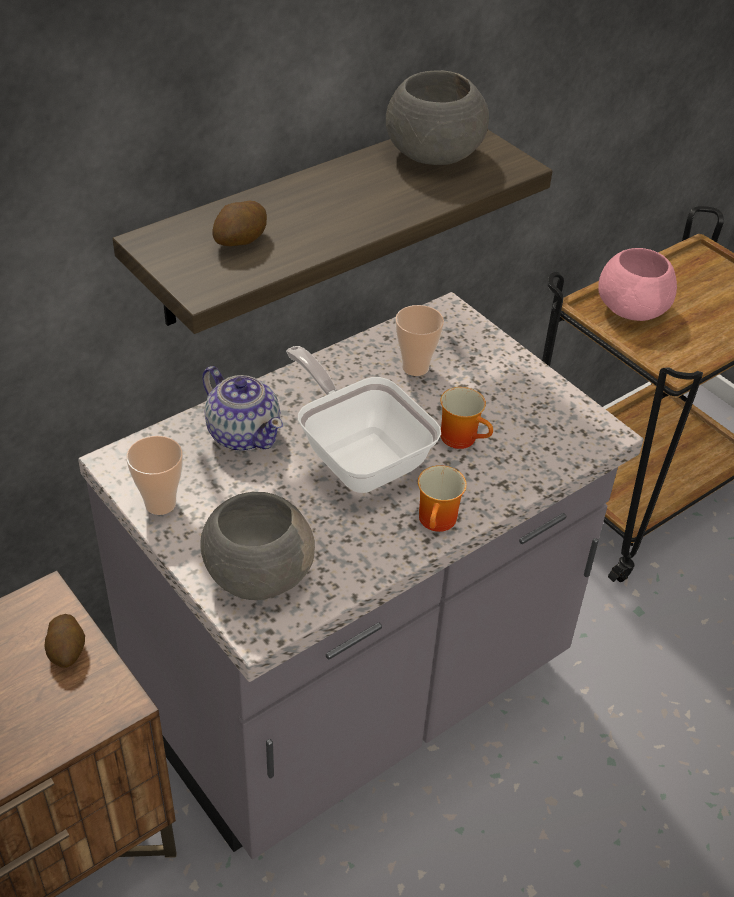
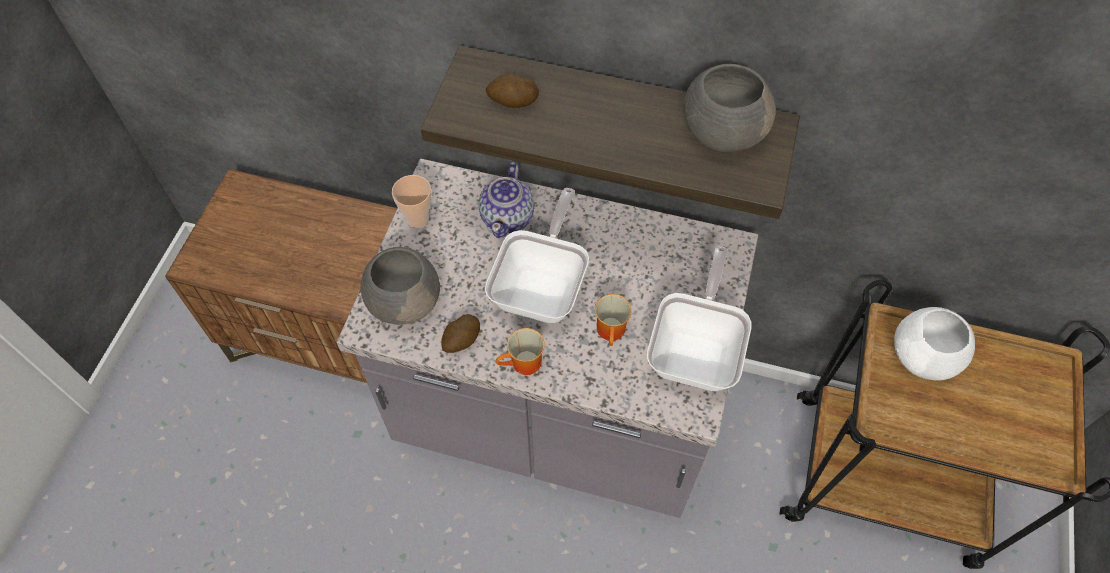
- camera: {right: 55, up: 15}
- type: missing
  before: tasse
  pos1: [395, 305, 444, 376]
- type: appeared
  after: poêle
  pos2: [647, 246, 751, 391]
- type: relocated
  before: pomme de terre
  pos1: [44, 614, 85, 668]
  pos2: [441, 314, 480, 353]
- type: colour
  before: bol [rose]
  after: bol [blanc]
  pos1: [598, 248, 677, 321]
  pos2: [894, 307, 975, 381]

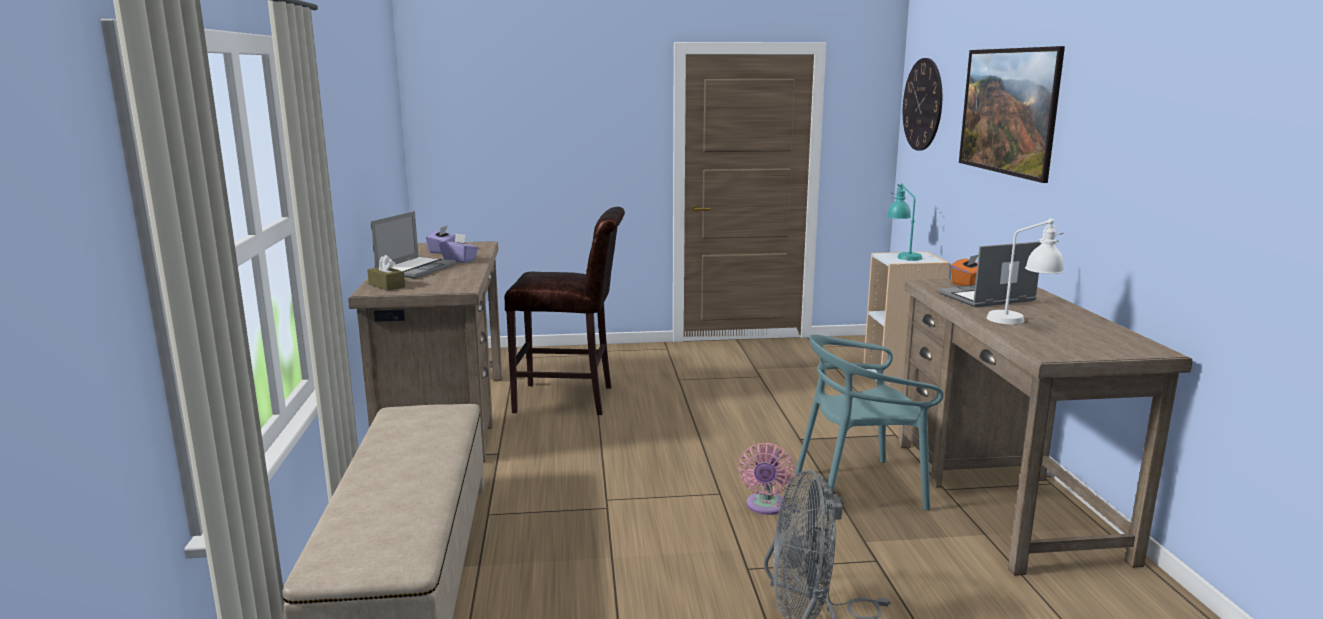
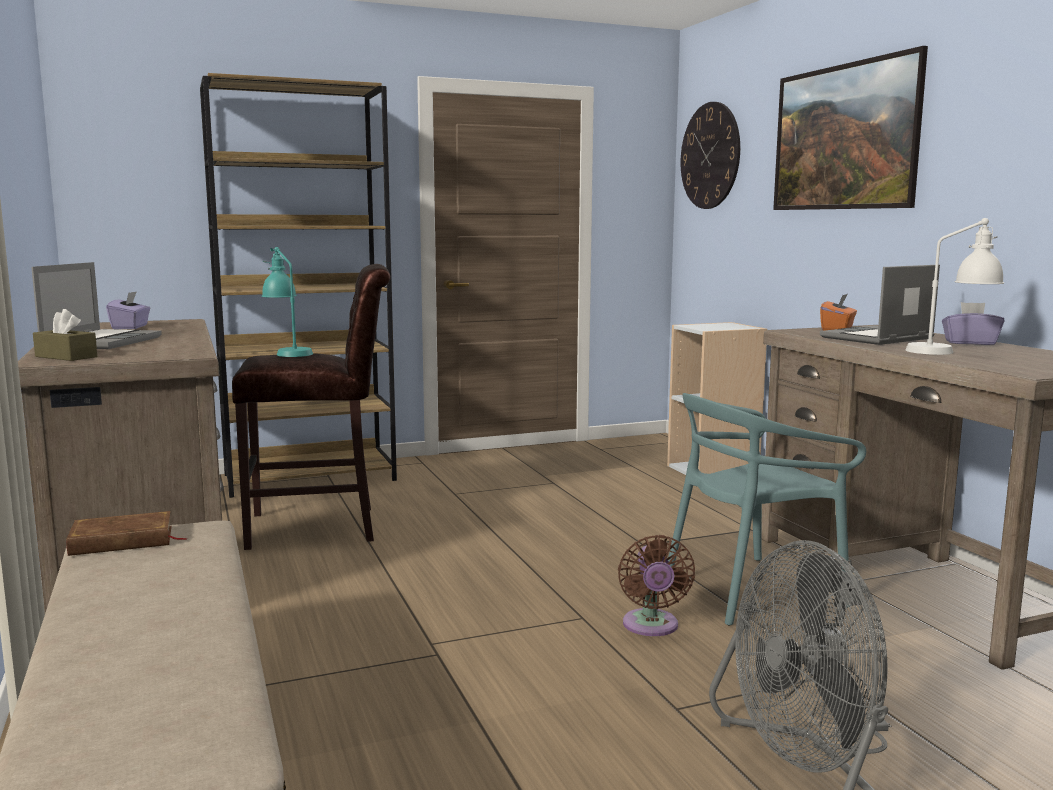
- camera: {right: -15, up: -5}
- type: appeared
  after: livre [marron]
  pos2: [66, 511, 187, 556]
- type: appeared
  after: bibliothèque [marron]
  pos2: [200, 73, 397, 498]
- type: relocated
  before: boîte à mouchoirs [violet]
  pos1: [439, 233, 478, 263]
  pos2: [942, 302, 1004, 345]
- type: relocated
  before: lampe de table [turquoise]
  pos1: [887, 183, 922, 261]
  pos2: [262, 247, 313, 357]
- type: colour
  before: ventilateur [rose]
  after: ventilateur [marron]
  pos1: [738, 443, 795, 515]
  pos2: [618, 535, 695, 636]

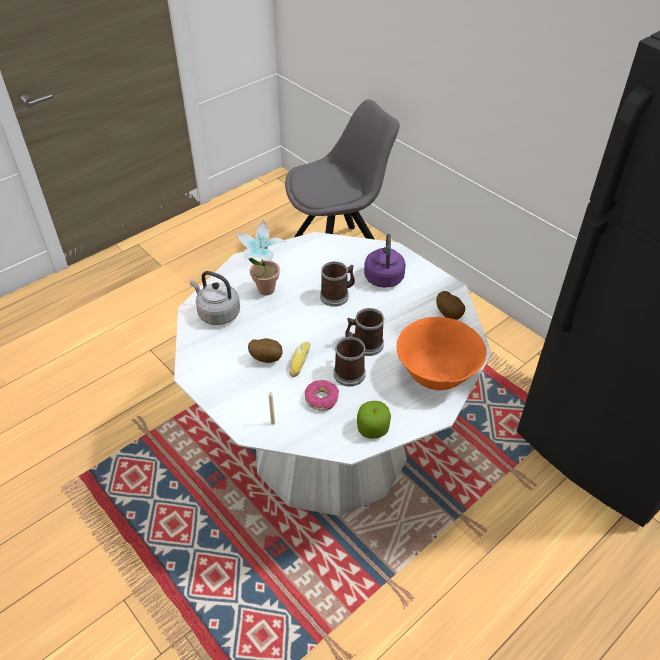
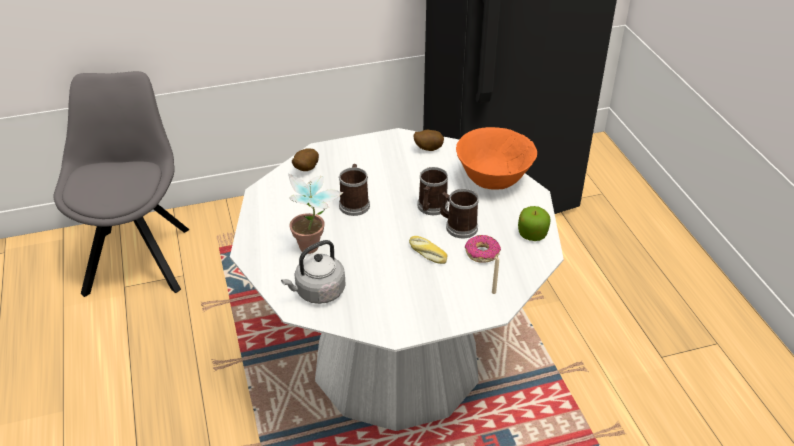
- camera: {right: -65, up: -5}
- type: missing
  before: bouilloire [violet]
  pos1: [364, 234, 406, 288]
- type: relocated
  before: pomme de terre
  pos1: [248, 338, 282, 363]
  pos2: [292, 148, 319, 171]

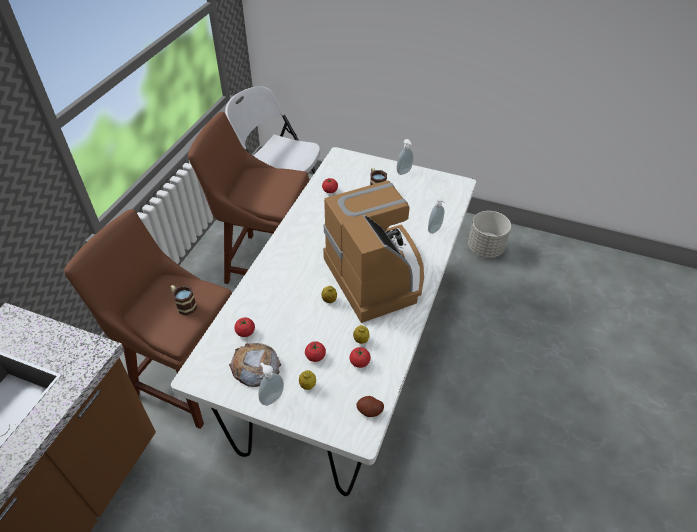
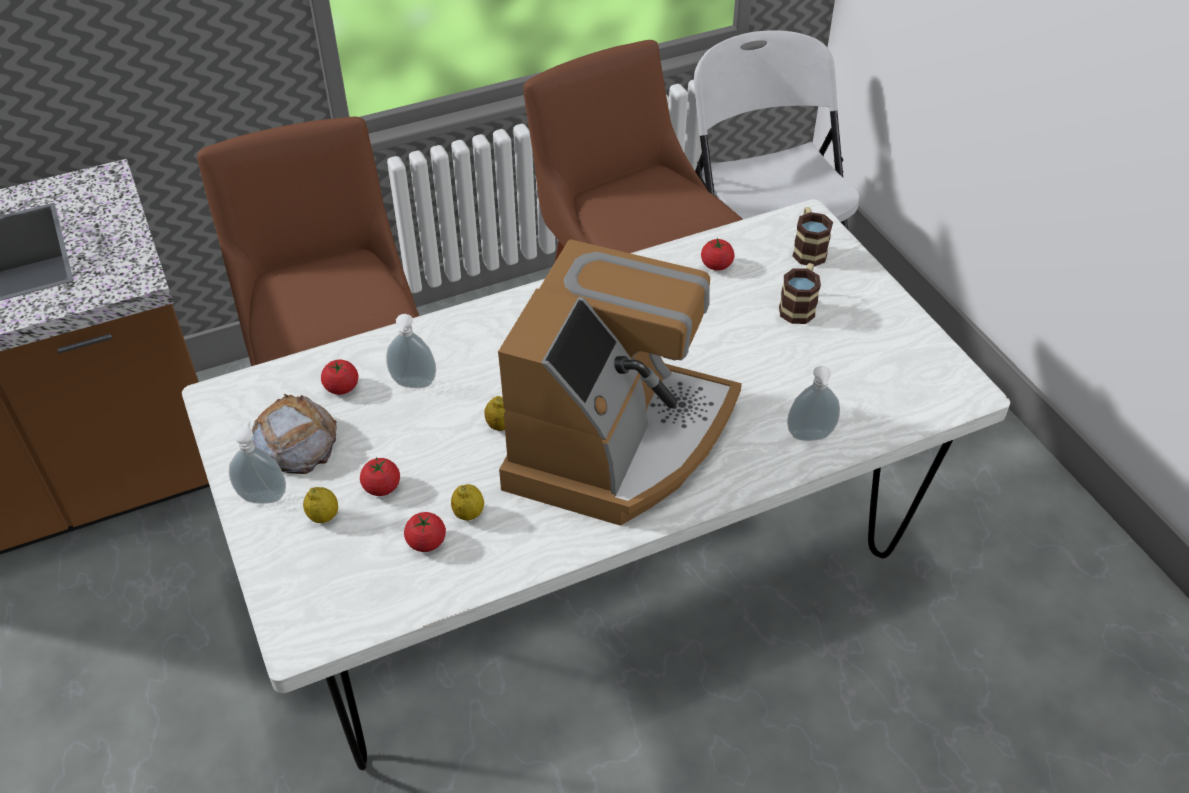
- camera: {right: 45, up: 0}
- type: missing
  before: pomme de terre
  pos1: [356, 396, 384, 417]
- type: missing
  before: cache-pot [gris]
  pos1: [468, 211, 511, 258]
- type: relocated
  before: mug
  pos1: [170, 285, 197, 316]
  pos2: [792, 207, 833, 266]
- type: relocated
  before: distributeur de savon
  pos1: [397, 139, 413, 175]
  pos2: [386, 314, 436, 388]

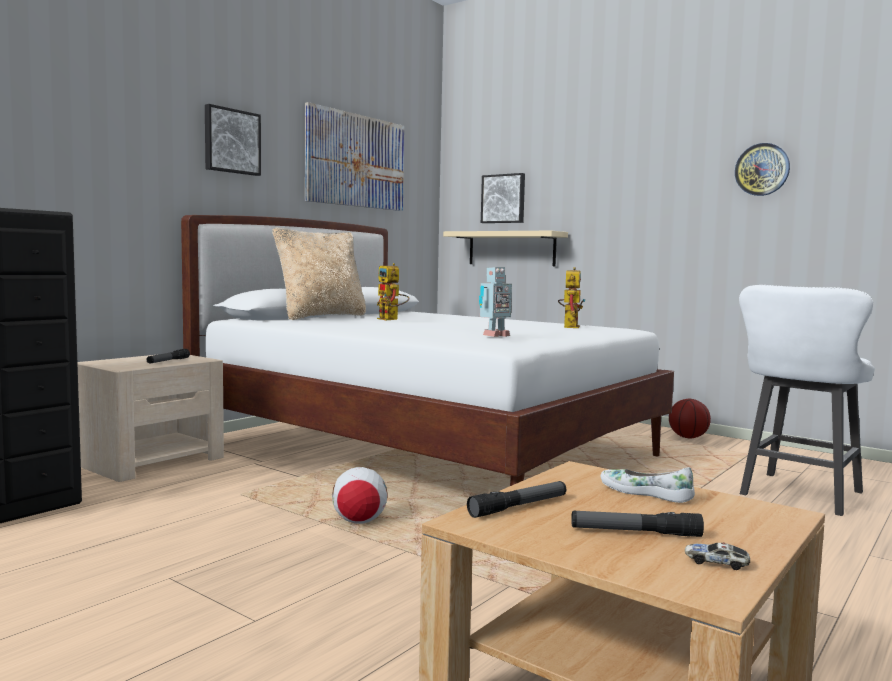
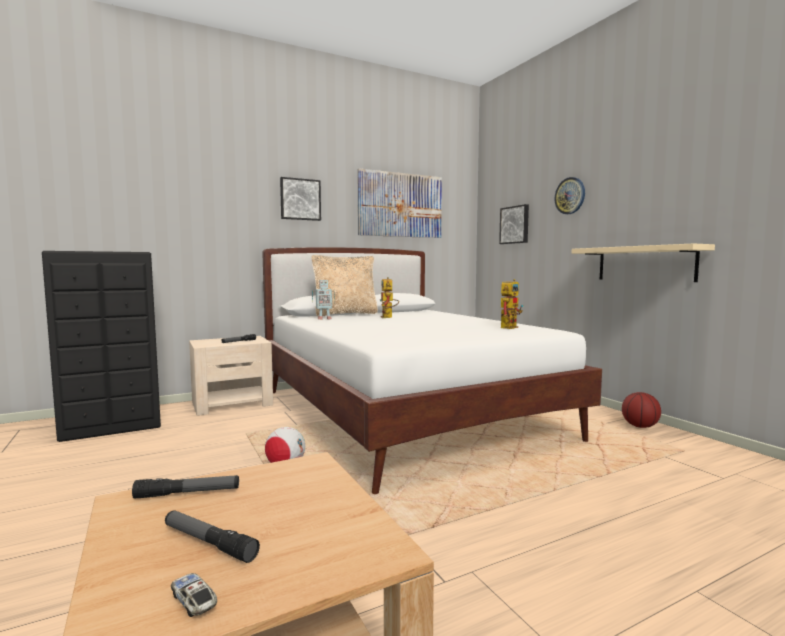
- camera: {right: 25, up: 0}
- type: missing
  before: chaussure [blanc]
  pos1: [601, 467, 695, 503]
- type: missing
  before: tabouret [blanc]
  pos1: [739, 285, 875, 516]
- type: relocated
  before: étagère [beige]
  pos1: [443, 231, 568, 266]
  pos2: [572, 244, 715, 282]
- type: relocated
  before: robot jouet
  pos1: [479, 267, 512, 337]
  pos2: [312, 280, 335, 320]
- type: relocated
  before: horloge murale
  pos1: [735, 143, 790, 196]
  pos2: [554, 177, 585, 214]

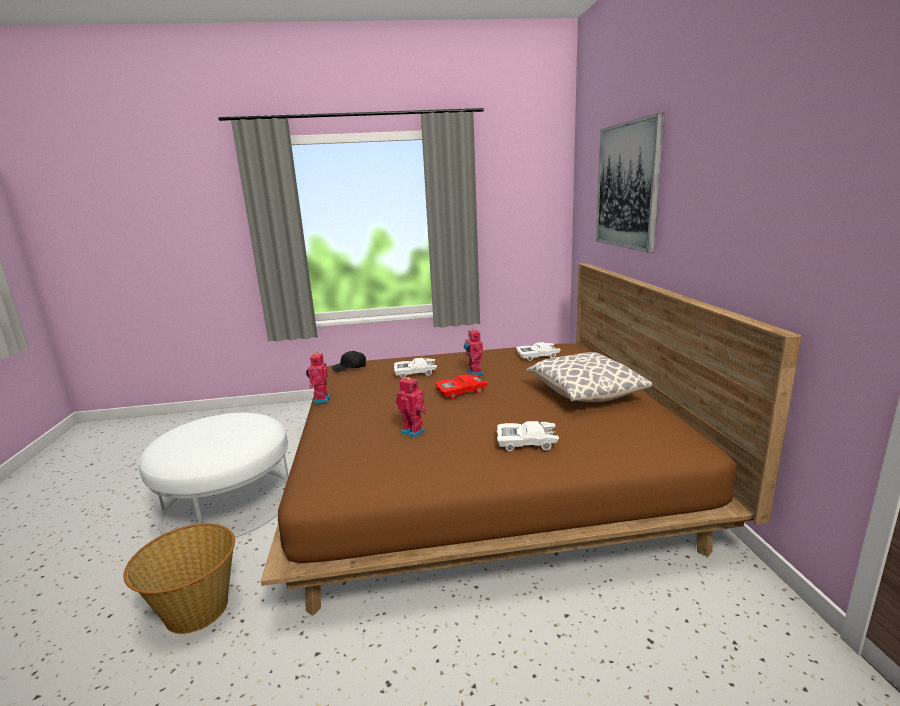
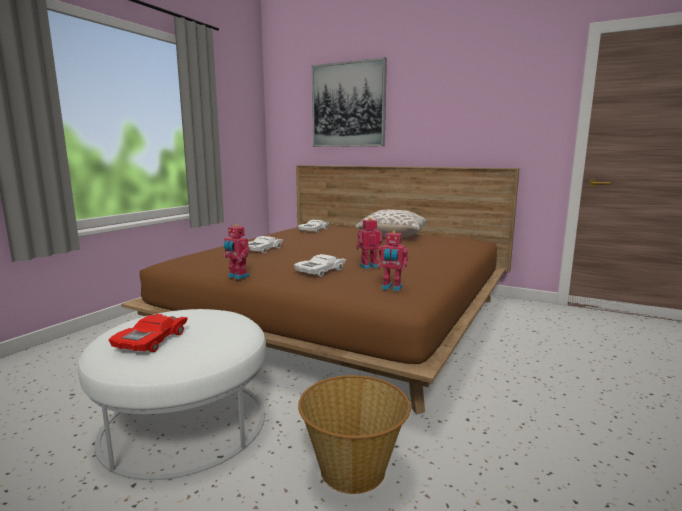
- camera: {right: -55, up: -5}
- type: missing
  before: casquette [noir]
  pos1: [332, 351, 366, 372]
- type: relocated
  before: petite voiture [rouge]
  pos1: [435, 374, 488, 399]
  pos2: [108, 314, 188, 352]
- type: relocated
  before: robot jouet
  pos1: [464, 328, 484, 375]
  pos2: [378, 230, 408, 291]
- type: relocated
  before: petite voiture [blanc]
  pos1: [497, 421, 559, 451]
  pos2: [294, 254, 347, 277]

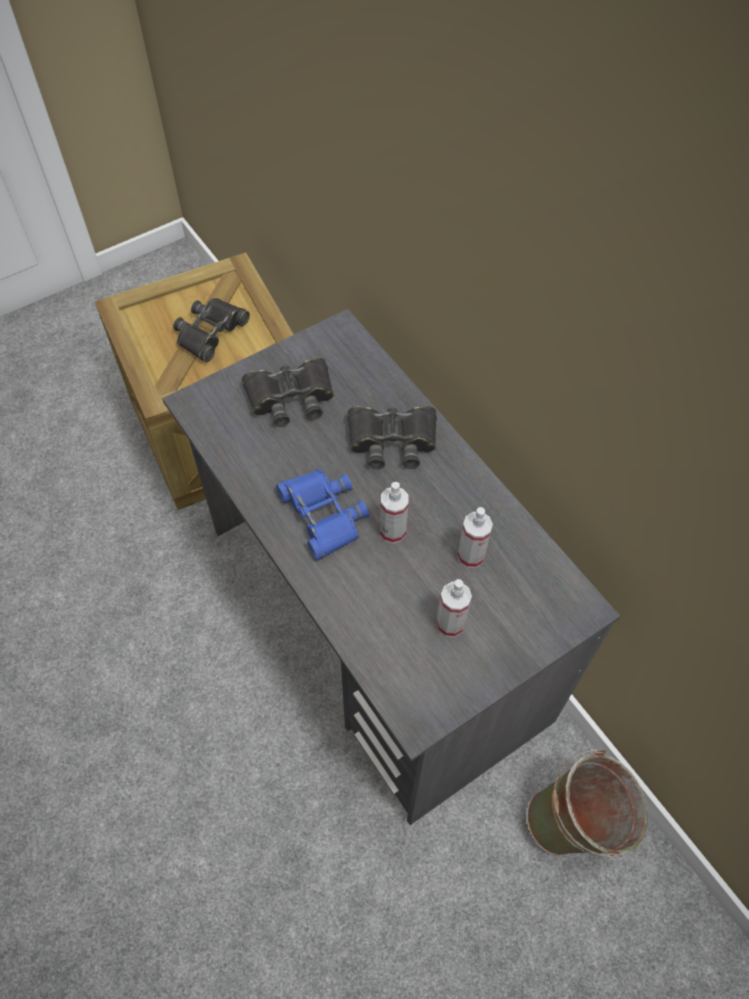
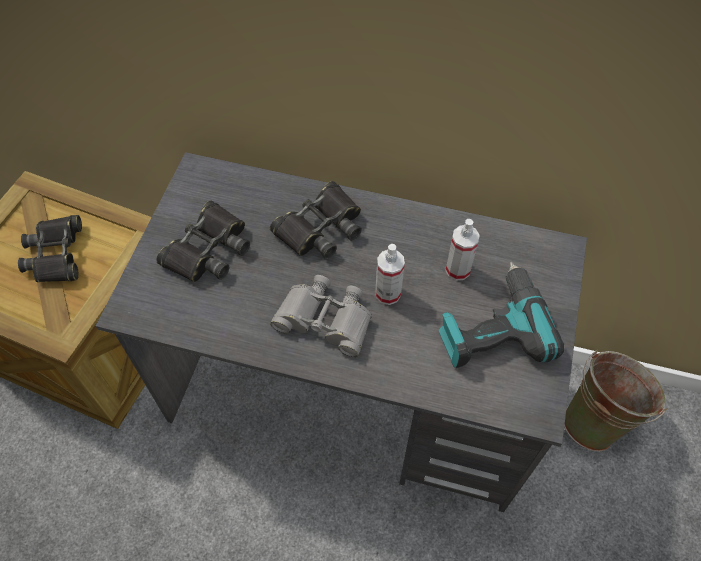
- camera: {right: -40, up: 0}
- type: exchanged
  before: vaporisateur
  after: perceuse
  pos1: [436, 579, 472, 637]
  pos2: [438, 262, 564, 368]
- type: colour
  before: jumelles [bleu]
  after: jumelles [gris]
  pos1: [276, 469, 369, 560]
  pos2: [270, 275, 372, 357]

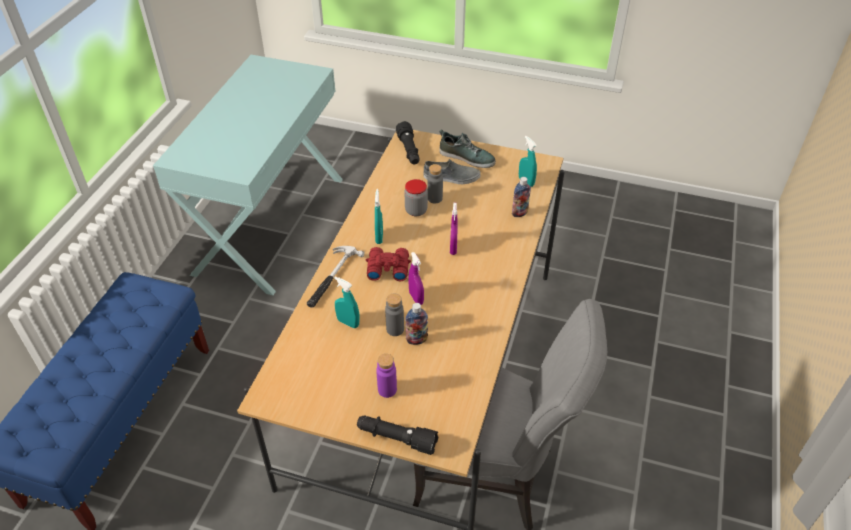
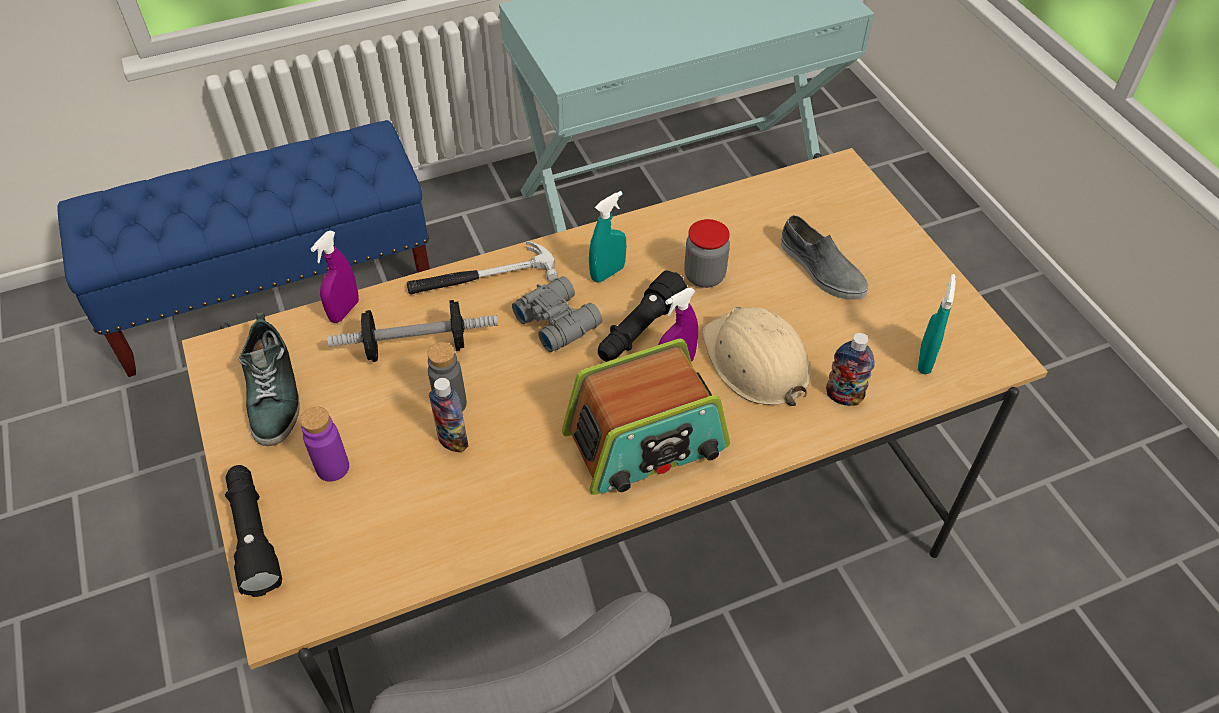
- camera: {right: 50, up: 5}
- type: missing
  before: bouteille [gris]
  pos1: [427, 164, 443, 203]
- type: appeared
  after: radio
  pos2: [562, 339, 730, 495]
- type: appeared
  after: casque de chantier [beige]
  pos2: [702, 307, 811, 406]
- type: relocated
  before: lampe de poche [noir]
  pos1: [396, 121, 420, 164]
  pos2: [598, 270, 688, 362]
- type: relocated
  before: vaporisateur [violet]
  pos1: [408, 252, 424, 305]
  pos2: [311, 230, 359, 323]
- type: relocated
  before: chaussure
  pos1: [439, 130, 496, 168]
  pos2: [238, 312, 300, 446]
- type: exchanged
  before: vaporisateur [turquoise]
  after: haltère
  pos1: [334, 276, 360, 328]
  pos2: [327, 300, 498, 362]
- type: colour
  before: jumelles [rouge]
  after: jumelles [gris]
  pos1: [366, 247, 411, 281]
  pos2: [512, 276, 602, 352]

